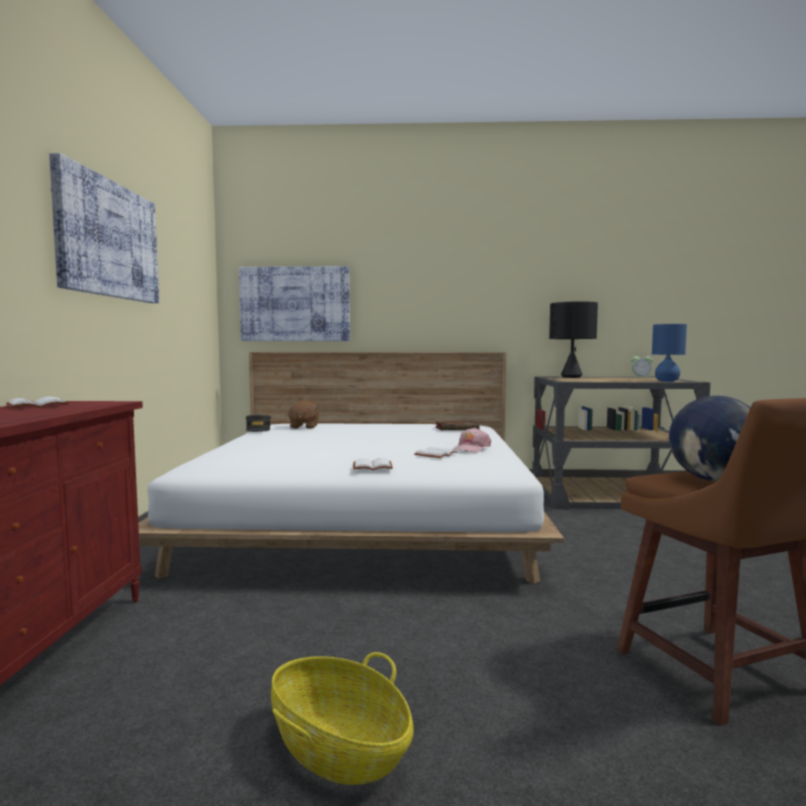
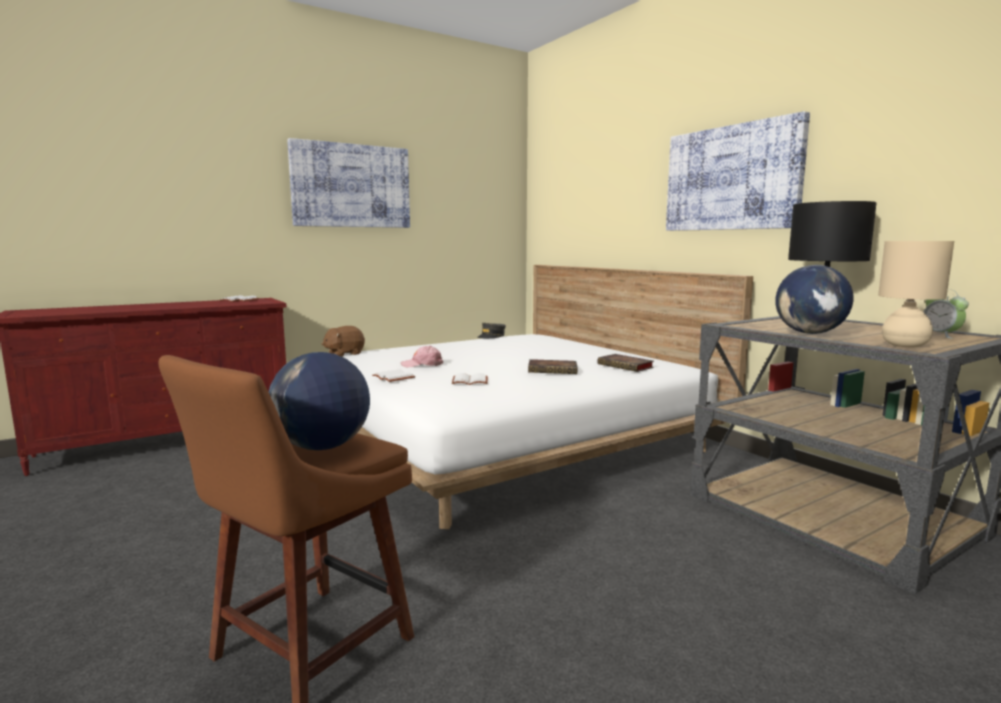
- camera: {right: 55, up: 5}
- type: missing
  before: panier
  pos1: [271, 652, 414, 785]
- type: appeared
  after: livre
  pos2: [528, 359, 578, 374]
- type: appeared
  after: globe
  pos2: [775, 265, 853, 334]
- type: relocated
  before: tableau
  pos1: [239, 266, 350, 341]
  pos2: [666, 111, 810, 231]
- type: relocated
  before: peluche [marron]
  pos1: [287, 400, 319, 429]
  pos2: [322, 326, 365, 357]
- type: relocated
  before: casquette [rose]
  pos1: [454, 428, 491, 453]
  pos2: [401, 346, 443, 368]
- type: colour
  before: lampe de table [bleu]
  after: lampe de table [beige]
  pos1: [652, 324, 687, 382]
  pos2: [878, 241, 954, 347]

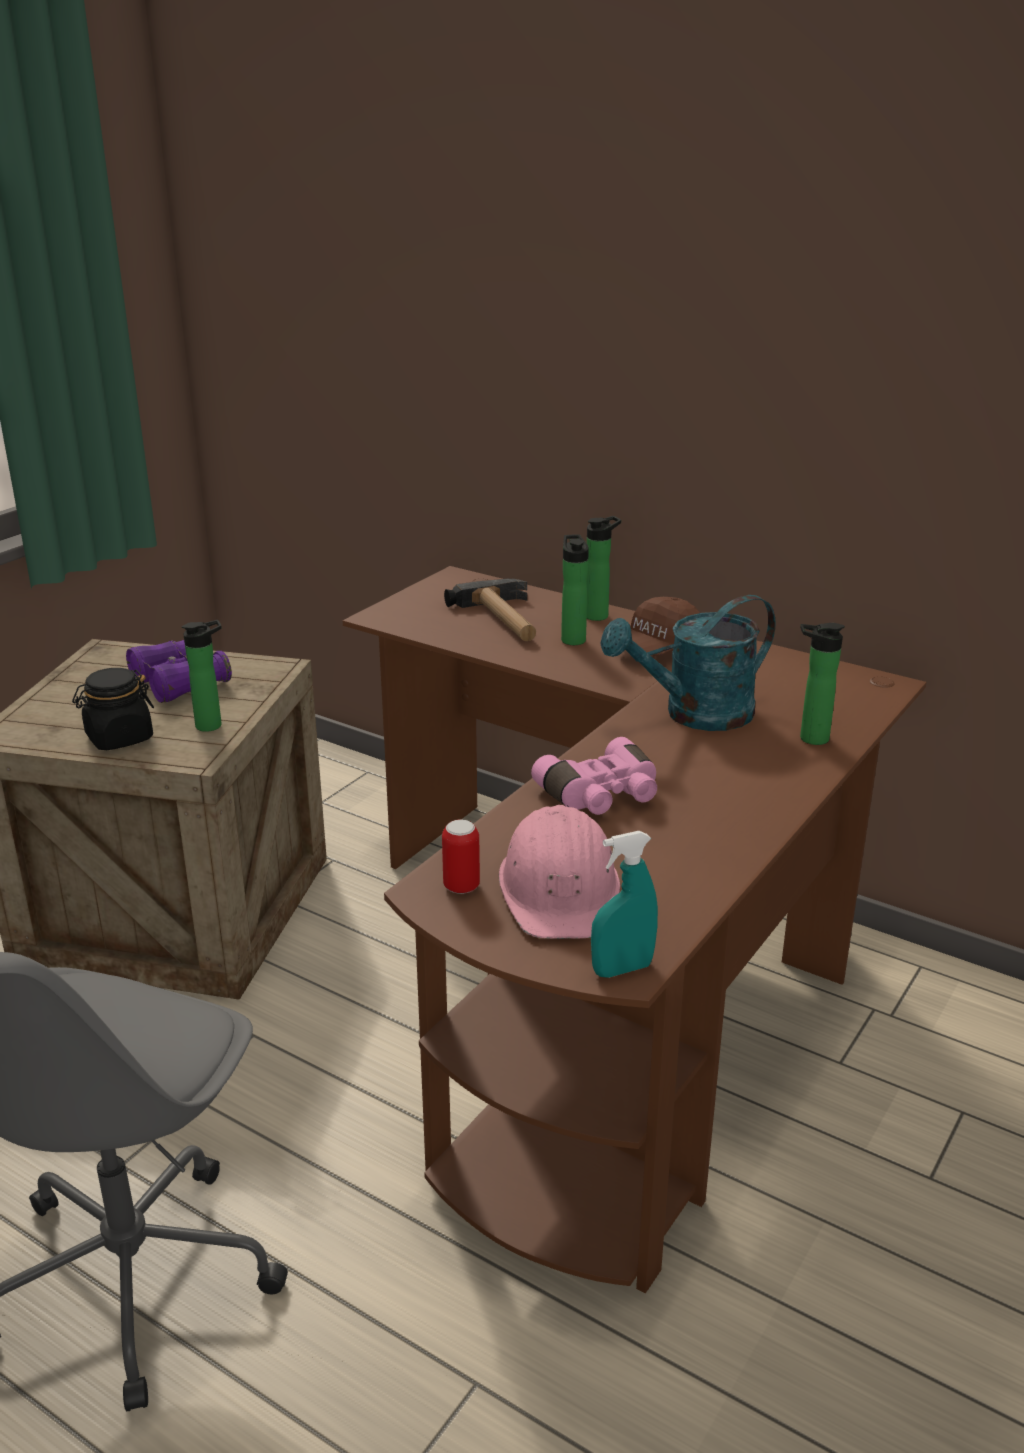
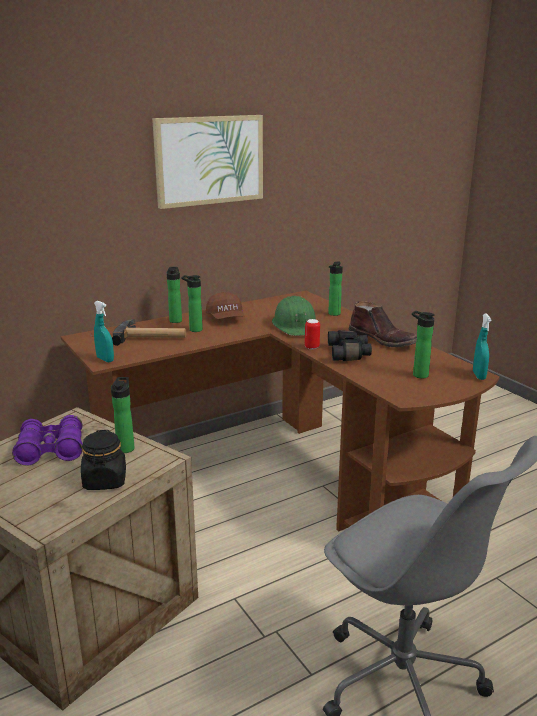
- camera: {right: -65, up: -5}
- type: appeared
  after: vaporisateur [turquoise]
  pos2: [94, 301, 114, 362]
- type: appeared
  after: tableau
  pos2: [152, 115, 263, 209]
- type: appeared
  after: botte [marron]
  pos2: [349, 301, 417, 347]
- type: relocated
  before: boîte métallique
  pos1: [442, 819, 480, 894]
  pos2: [305, 319, 320, 350]
- type: exchanged
  before: casque de chantier [rose]
  after: bouteille
  pos1: [499, 805, 620, 939]
  pos2: [412, 311, 435, 378]
- type: exchanged
  before: arrosoir [turquoise]
  after: casque de chantier [vert]
  pos1: [600, 595, 776, 731]
  pos2: [272, 296, 316, 336]
- type: colour
  before: jumelles [rose]
  after: jumelles [noir]
  pos1: [531, 737, 657, 815]
  pos2: [328, 330, 372, 361]

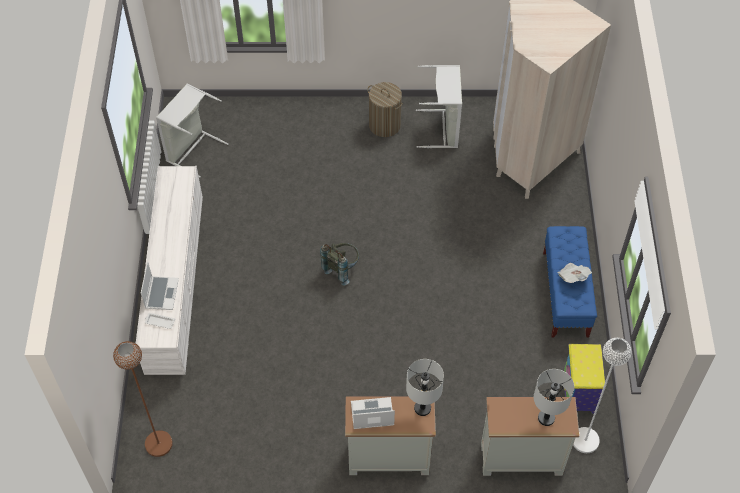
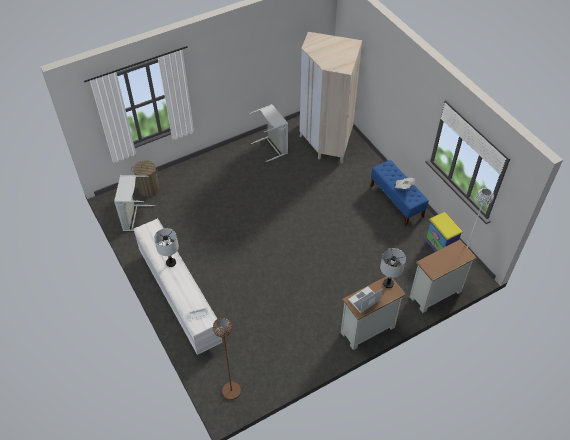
- camera: {right: -30, up: -5}
- type: missing
  before: ordinateur portable
  pos1: [141, 261, 179, 310]
- type: missing
  before: sac à dos [gris]
  pos1: [320, 243, 359, 286]
- type: relocated
  before: panier à linge
  pos1: [368, 82, 403, 137]
  pos2: [131, 160, 160, 197]
- type: relocated
  before: lampe de table [gris]
  pos1: [534, 369, 574, 426]
  pos2: [154, 228, 179, 267]

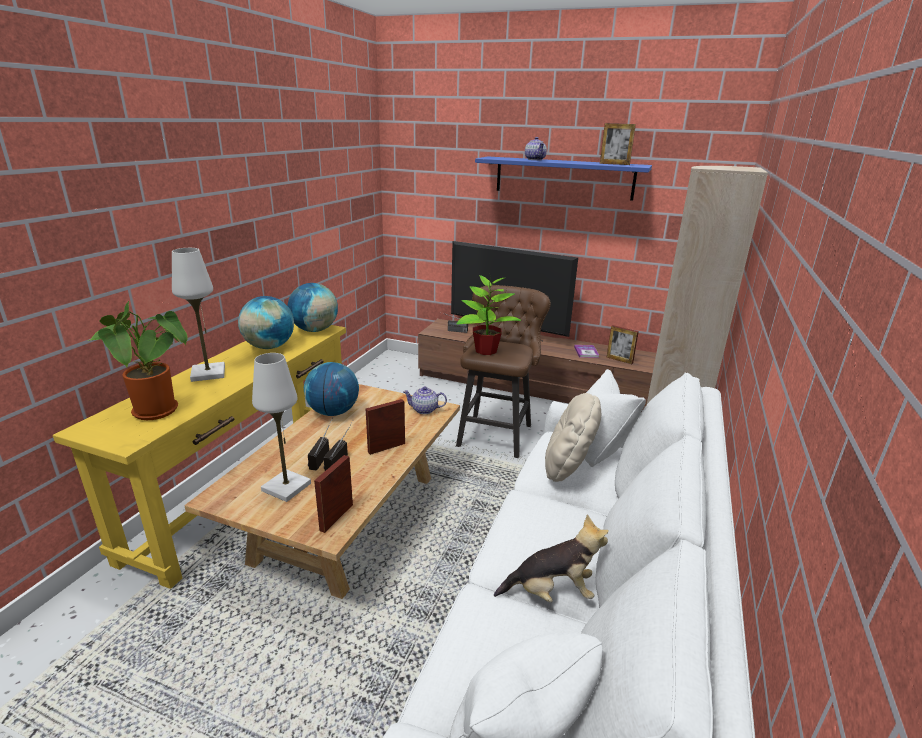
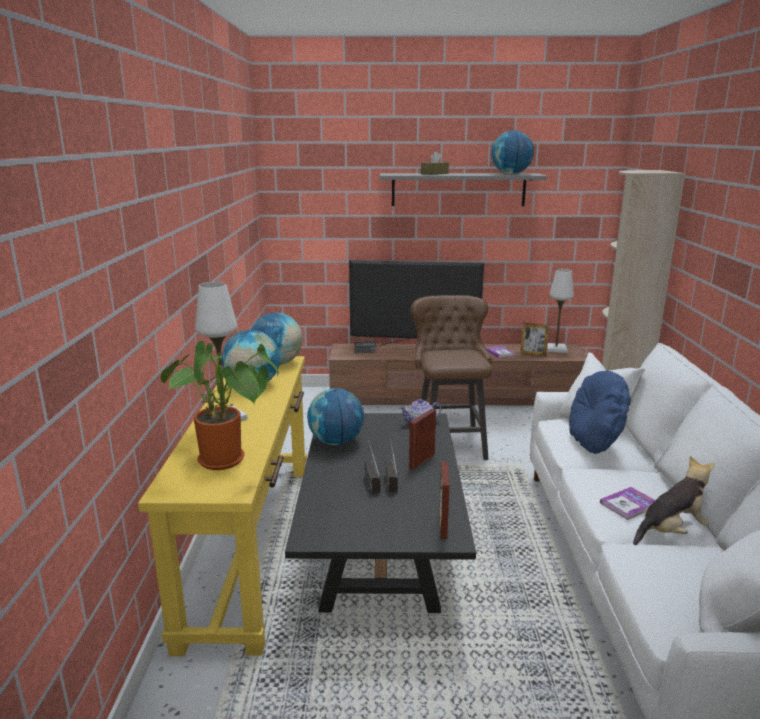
- camera: {right: -20, up: -5}
- type: missing
  before: plante en pot
  pos1: [457, 275, 521, 355]
- type: appeared
  after: livre
  pos2: [600, 487, 656, 520]
- type: relocated
  before: lampe de table [blanc]
  pos1: [252, 353, 311, 502]
  pos2: [547, 269, 574, 353]
- type: exchanged
  before: théière
  after: boîte à mouchoirs [marron]
  pos1: [525, 137, 547, 160]
  pos2: [421, 151, 449, 175]
- type: exchanged
  before: cadre photo
  after: globe
  pos1: [600, 123, 636, 165]
  pos2: [491, 130, 534, 174]
- type: colour
  before: table basse [beige]
  after: table basse [noir]
  pos1: [184, 384, 460, 599]
  pos2: [285, 413, 476, 613]
- type: colour
  before: étagère [bleu]
  after: étagère [gris]
  pos1: [475, 156, 652, 201]
  pos2: [380, 173, 547, 206]
- type: colour
  before: coussin [beige]
  after: coussin [bleu]
  pos1: [545, 393, 601, 482]
  pos2: [569, 371, 631, 454]

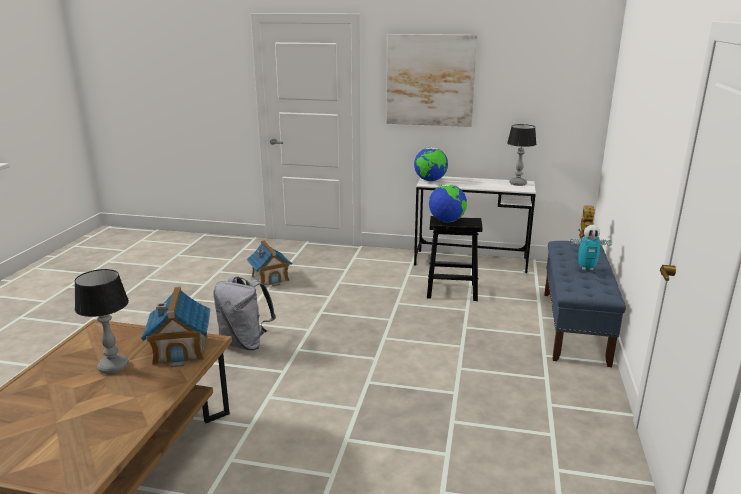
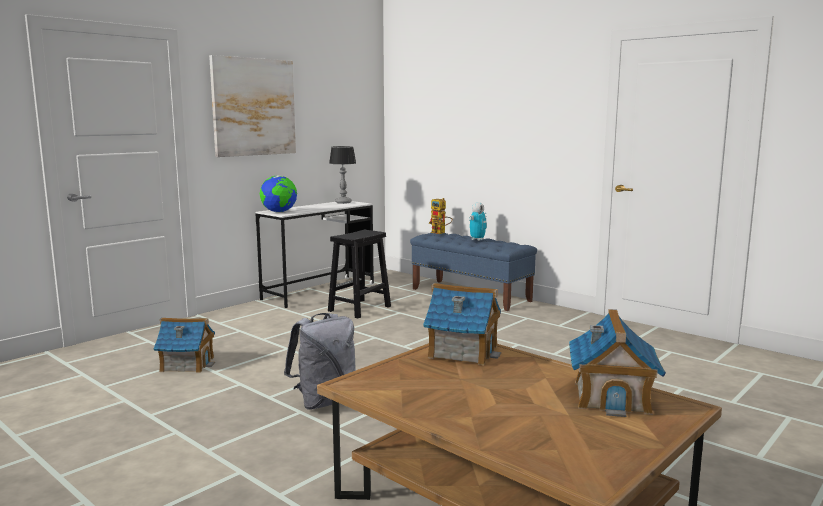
- camera: {right: -60, up: -10}
- type: missing
  before: lampe de table
  pos1: [75, 269, 129, 374]
- type: missing
  before: globe
  pos1: [429, 184, 467, 222]
- type: appeared
  after: maison miniature
  pos2: [569, 309, 666, 417]

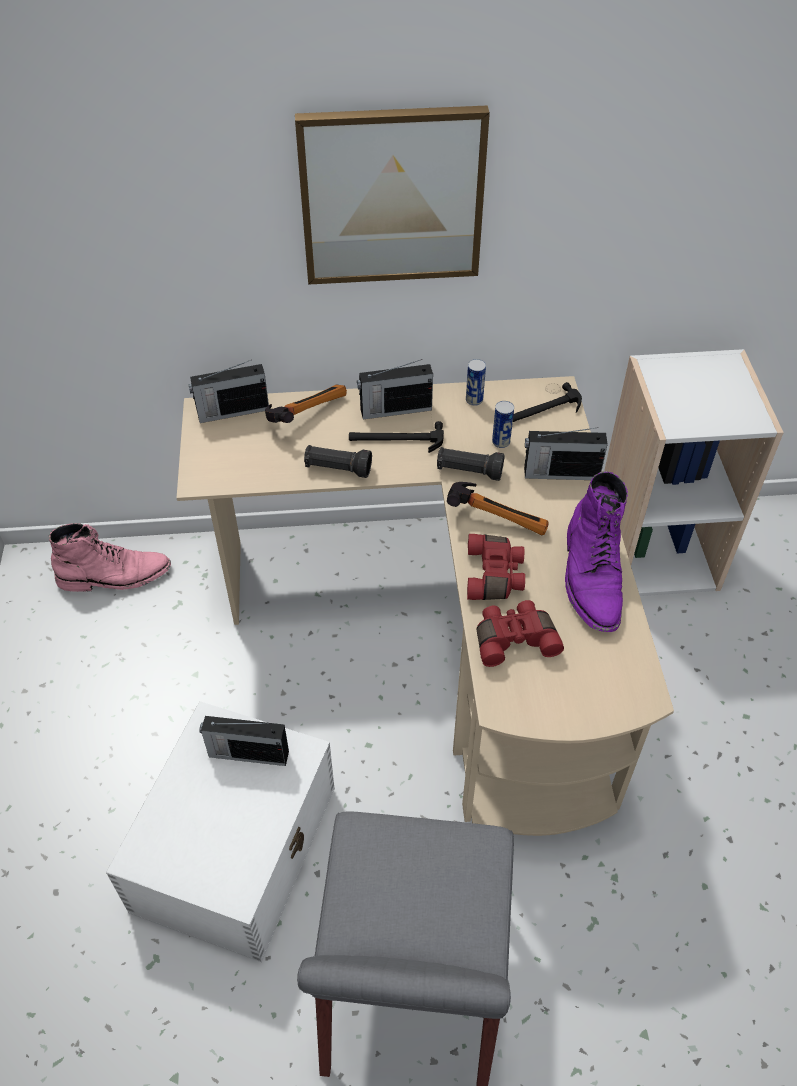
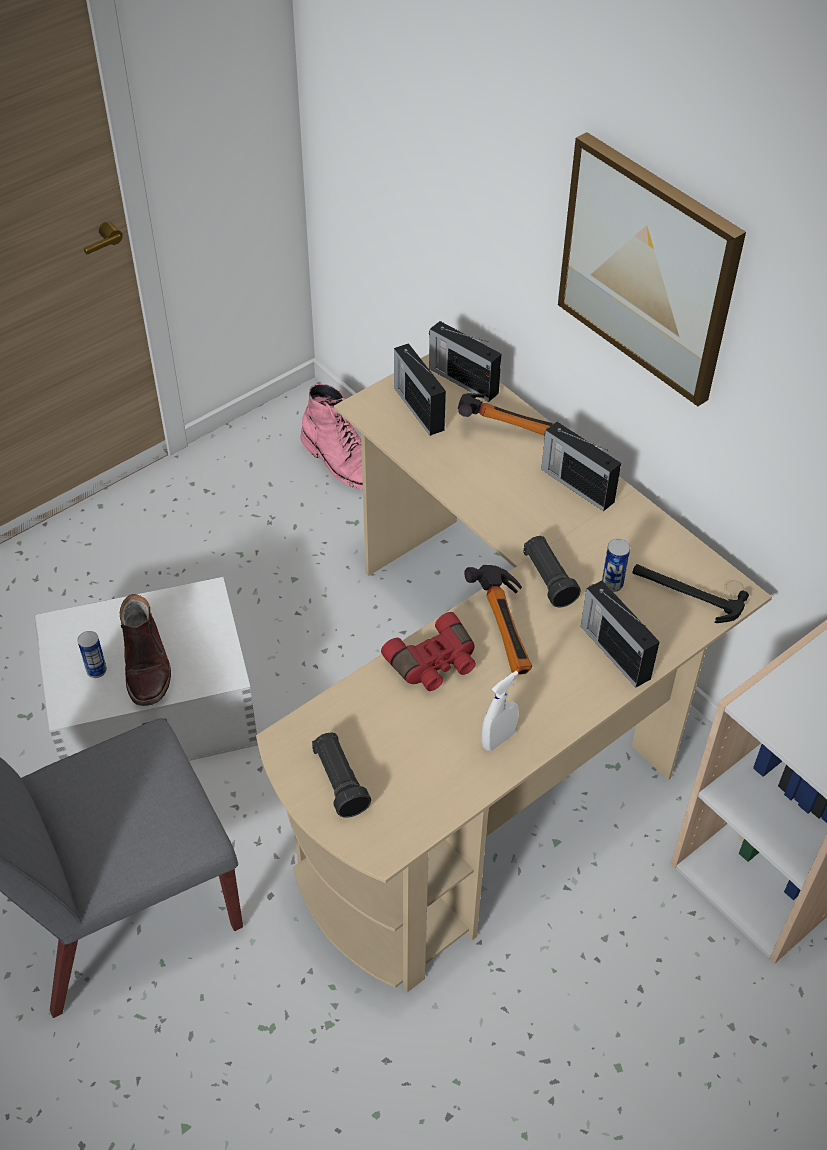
- camera: {right: 55, up: 0}
- type: missing
  before: marteau
  pos1: [349, 421, 444, 453]
- type: missing
  before: jumelles [rouge]
  pos1: [477, 600, 564, 667]
- type: appeared
  after: botte [marron]
  pos2: [120, 594, 171, 706]
- type: relocated
  before: radio
  pos1: [199, 716, 289, 766]
  pos2: [394, 343, 446, 436]
- type: relocated
  before: lampe de poche [noir]
  pos1: [304, 445, 372, 478]
  pos2: [312, 733, 371, 818]
- type: relocated
  before: boîte métallique
  pos1: [466, 359, 486, 406]
  pos2: [78, 631, 107, 678]
- type: exchanged
  before: botte [violet]
  after: vaporisateur [blanc]
  pos1: [565, 471, 628, 632]
  pos2: [481, 671, 519, 751]

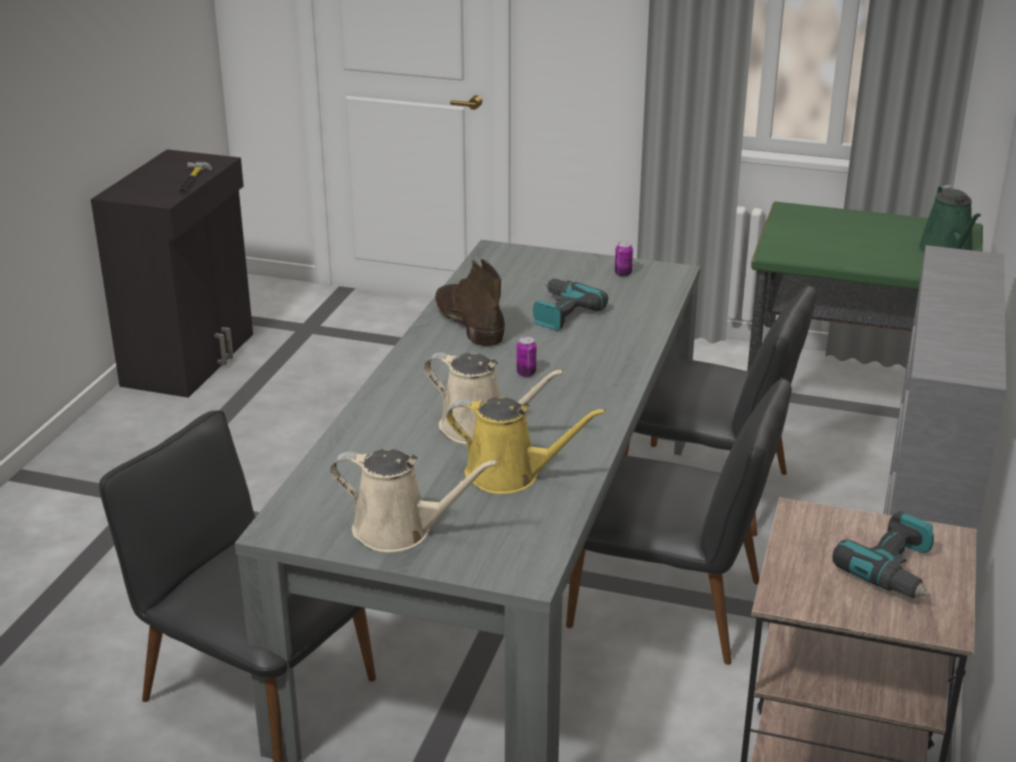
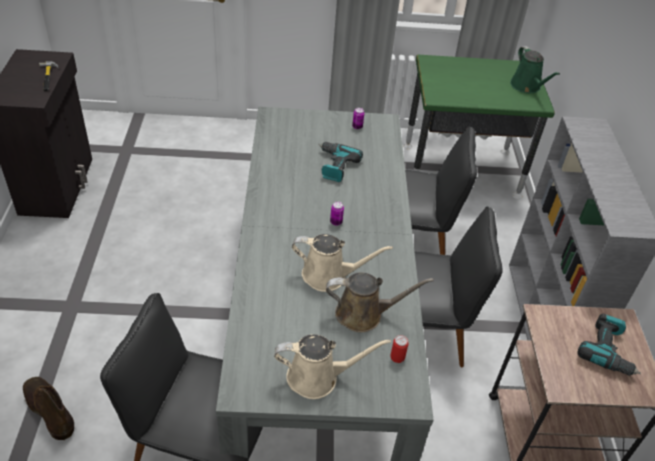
- camera: {right: -20, up: 15}
- type: appeared
  after: boîte métallique
  pos2: [390, 335, 408, 363]
- type: relocated
  before: botte [marron]
  pos1: [435, 259, 505, 347]
  pos2: [23, 377, 74, 440]
- type: colour
  before: arrosoir [jaune]
  after: arrosoir [marron]
  pos1: [446, 397, 606, 494]
  pos2: [326, 272, 433, 332]

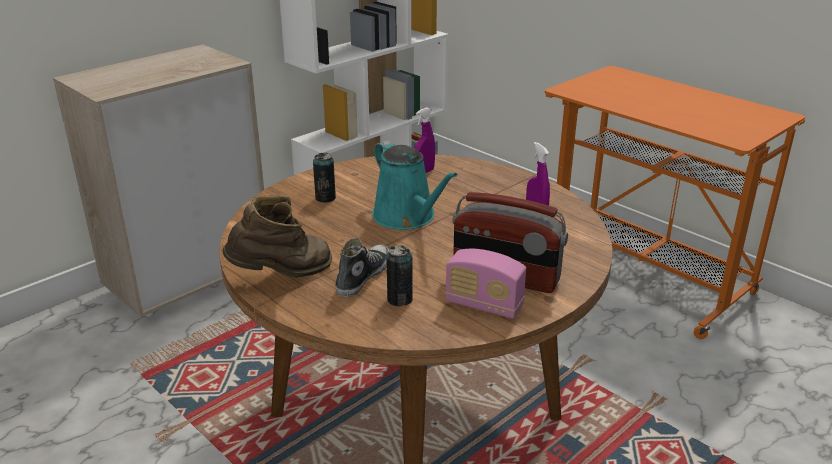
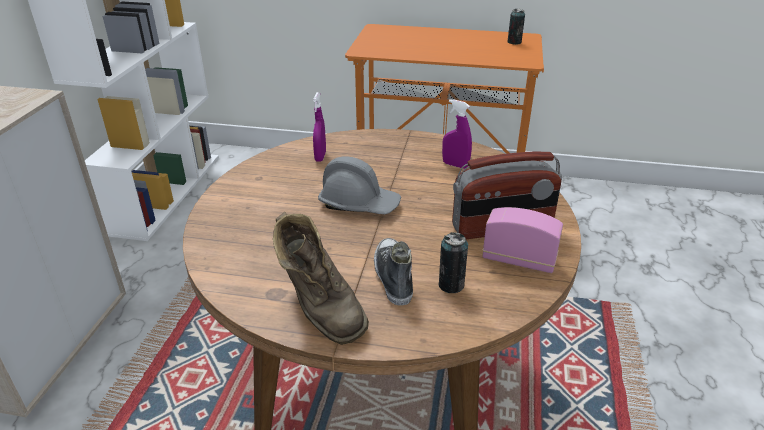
- camera: {right: -35, up: 5}
- type: relocated
  before: boîte métallique
  pos1: [313, 153, 336, 203]
  pos2: [507, 9, 525, 45]
- type: exchanged
  before: arrosoir [turquoise]
  after: casque de chantier [gris]
  pos1: [372, 140, 458, 230]
  pos2: [318, 156, 401, 214]
- type: spun
  before: botte [marron]
  pos1: [222, 195, 332, 278]
  pos2: [273, 212, 369, 345]
  turn: 120
- type: spun
  before: radio
  pos1: [445, 249, 526, 319]
  pos2: [482, 207, 563, 273]
  turn: -150

